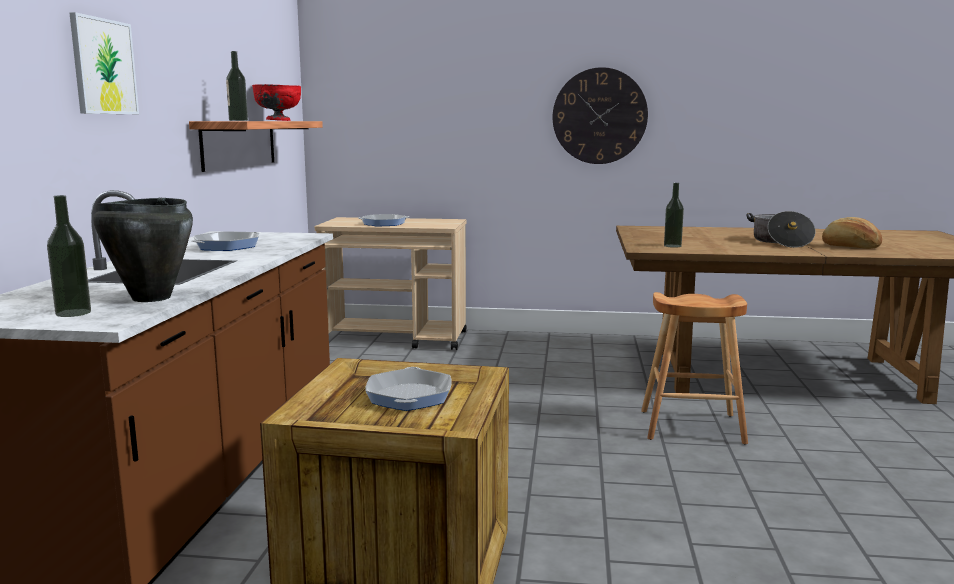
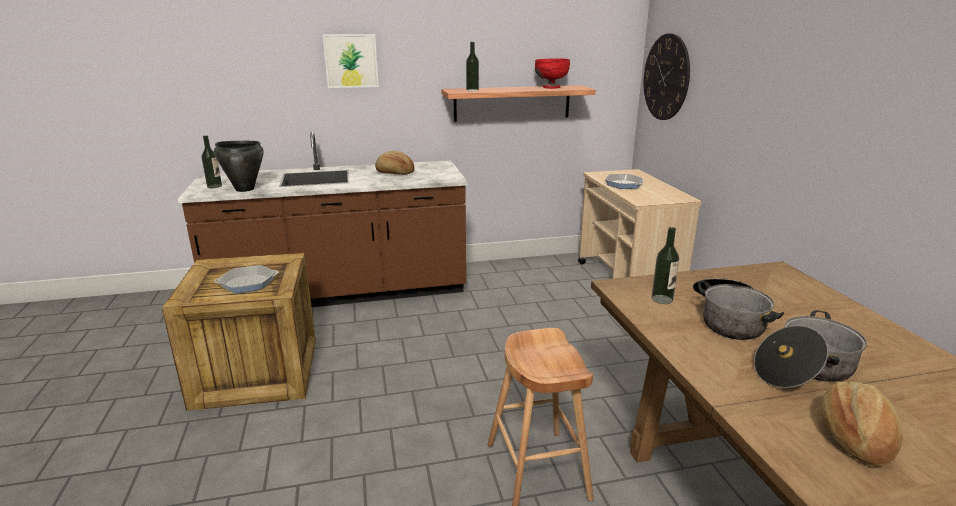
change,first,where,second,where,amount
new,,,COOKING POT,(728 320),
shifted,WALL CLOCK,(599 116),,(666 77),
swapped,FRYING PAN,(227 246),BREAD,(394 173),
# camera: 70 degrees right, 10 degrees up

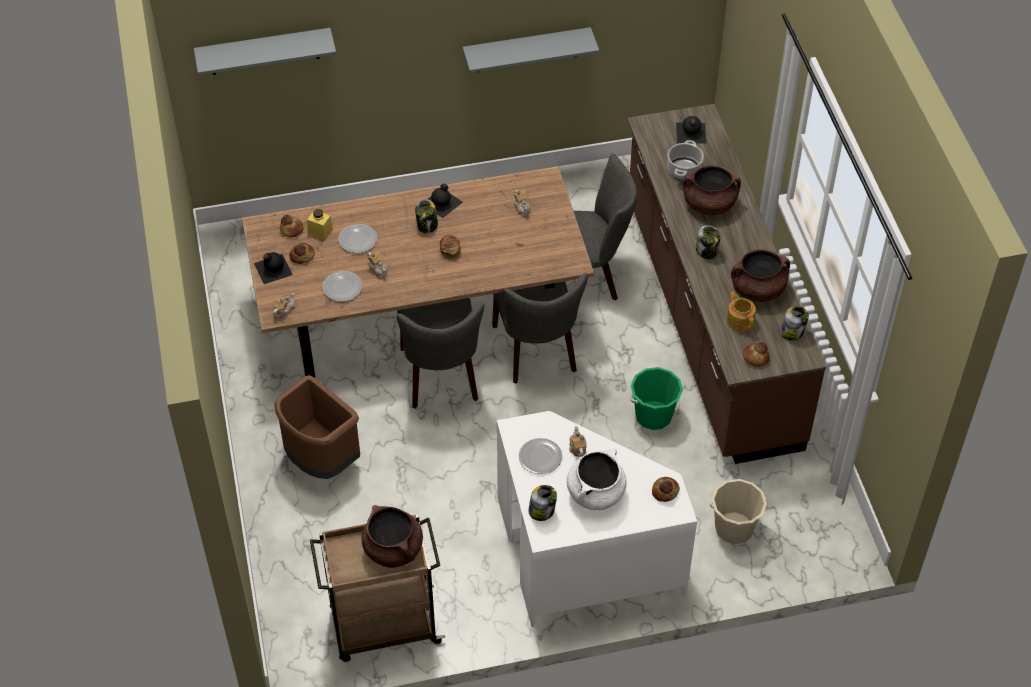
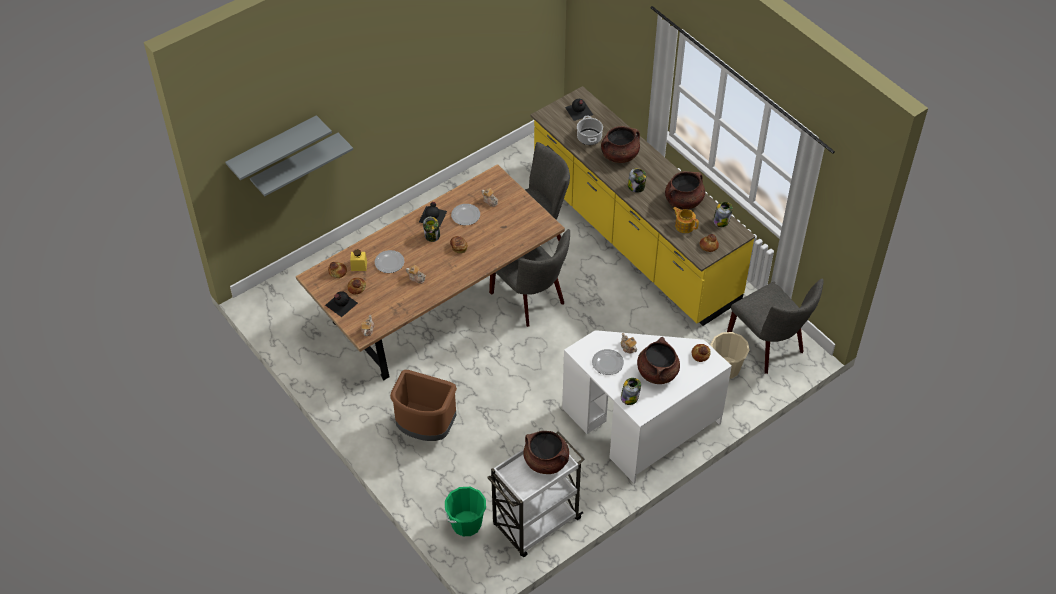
change,first,where,second,where,amount
shifted,PLATE,(342 287),,(465 215),
shifted,GREY CHAIR,(441 378),,(769 346),
shifted,GREY SHELF,(526 50),,(296 164),
shifted,GREEN BUCKET,(653 415),,(466 523),
repainted,BROWN CART,(383 626),WHITE CART,(535 523),
repainted,WHITE COOKING POT,(595 493),BROWN COOKING POT,(657 372),
repainted,BROWN COUNTER,(709 322),YELLOW COUNTER,(633 238),
# camera: 25 degrees left, 0 degrees up

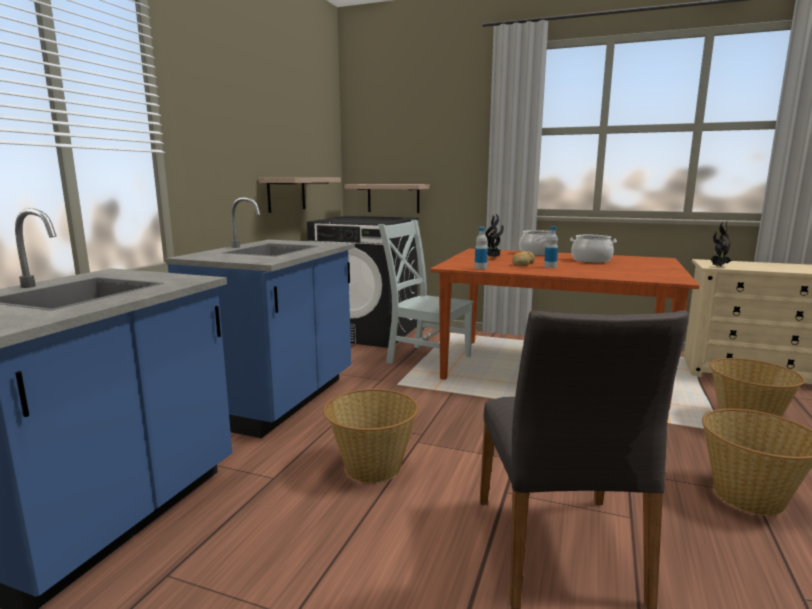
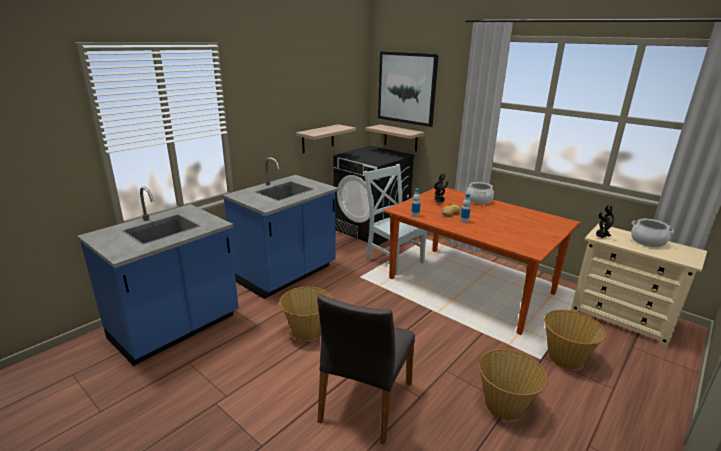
change,first,where,second,where,amount
new,,,PICTURE,(406 88),
shifted,COOKING POT,(591 260),,(647 242),
# camera: 20 degrees right, 10 degrees up

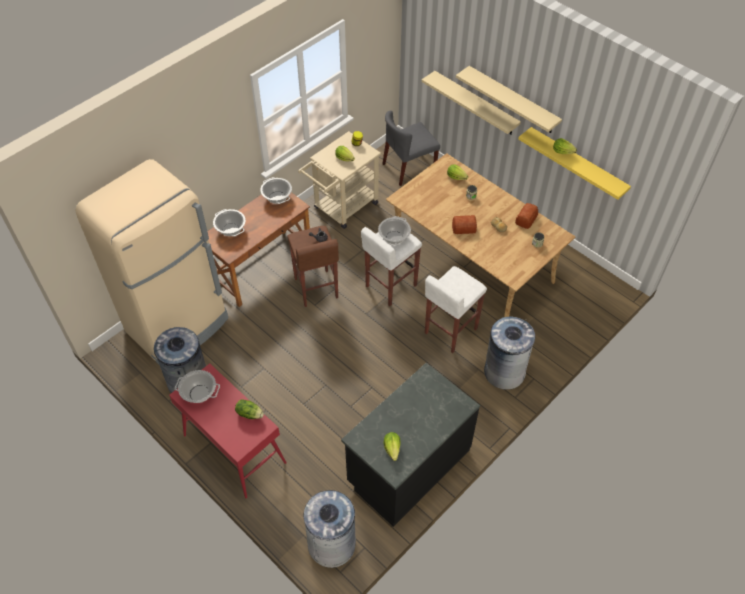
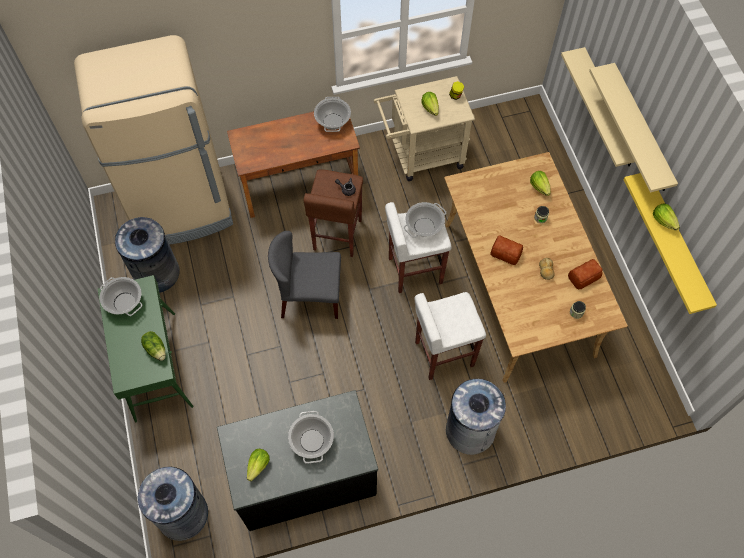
change,first,where,second,where,amount
shifted,COOKING POT,(231 229),,(312 441),
shifted,GREY CHAIR,(408 167),,(310 297),
repainted,RED CONSOLE TABLE,(234 449),GREEN CONSOLE TABLE,(155 365),
# camera: 30 degrees right, 10 degrees up

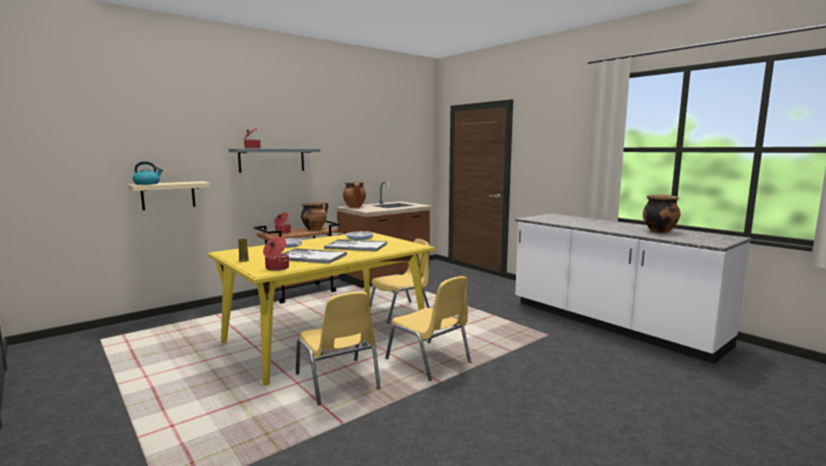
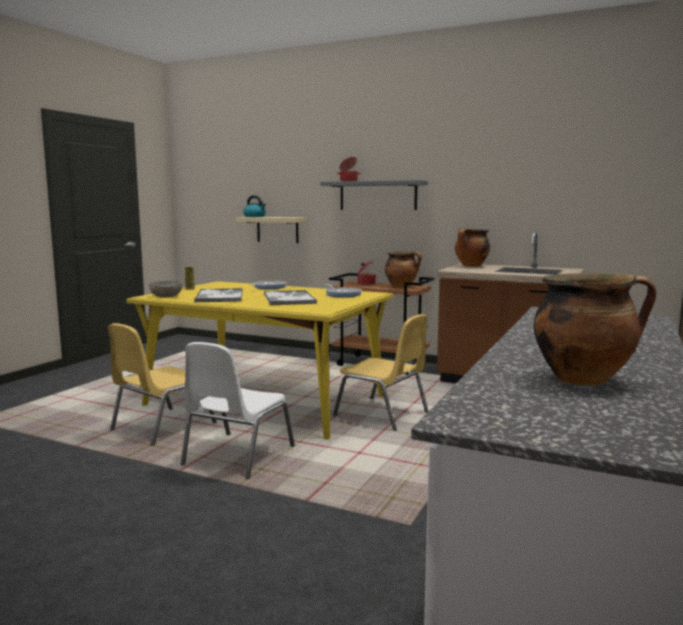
change,first,where,second,where,amount
swapped,COOKING POT,(276 268),GREY BOWL,(166 296),
repainted,YELLOW CHAIR,(429 361),WHITE CHAIR,(236 456),
# camera: 65 degrees right, 0 degrees up

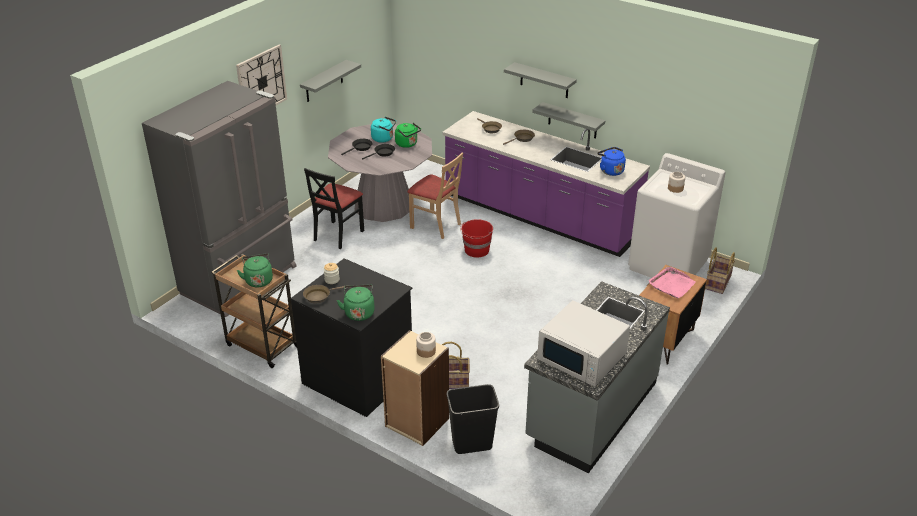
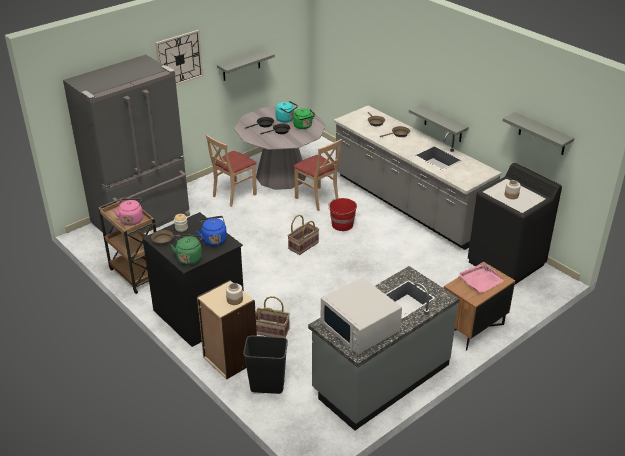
change,first,where,second,where,amount
shifted,GREY SHELF,(544 80),,(542 134),
shifted,BLUE KETTLE,(610 170),,(214 239),
shifted,BASKET,(717 282),,(303 245),
repainted,GREEN KETTLE,(258 280),PINK KETTLE,(131 219),
repainted,BLACK CHAIR,(338 235),BEIGE CHAIR,(234 194),
repainted,PURPLE COUNTER,(539 217),GREY COUNTER,(408 205),
repainted,WHITE WASHING MACHINE,(669 264),BLACK WASHING MACHINE,(506 263),
# camera: 15 degrees right, 0 degrees up

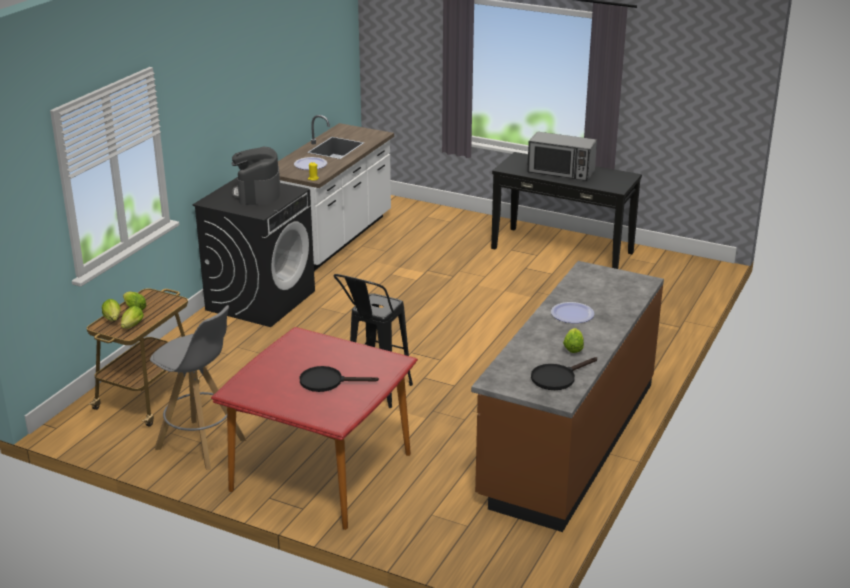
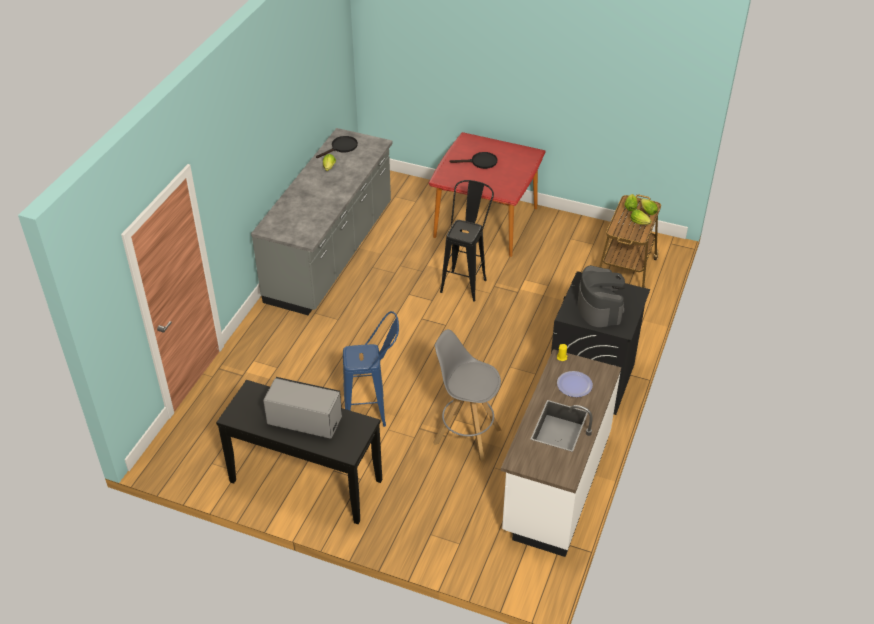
change,first,where,second,where,amount
gone,PLATE,(572 314),,,
new,,,BLUE STOOL,(373 411),
shifted,GREY STOOL,(201 444),,(466 436),
repainted,BROWN COUNTER,(567 440),GREY COUNTER,(331 253),
# camera: 175 degrees right, 15 degrees up

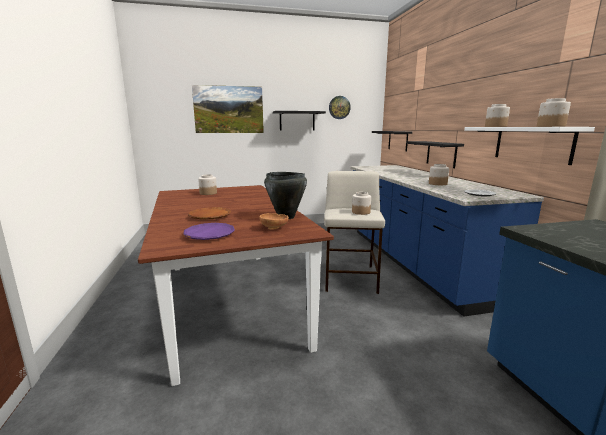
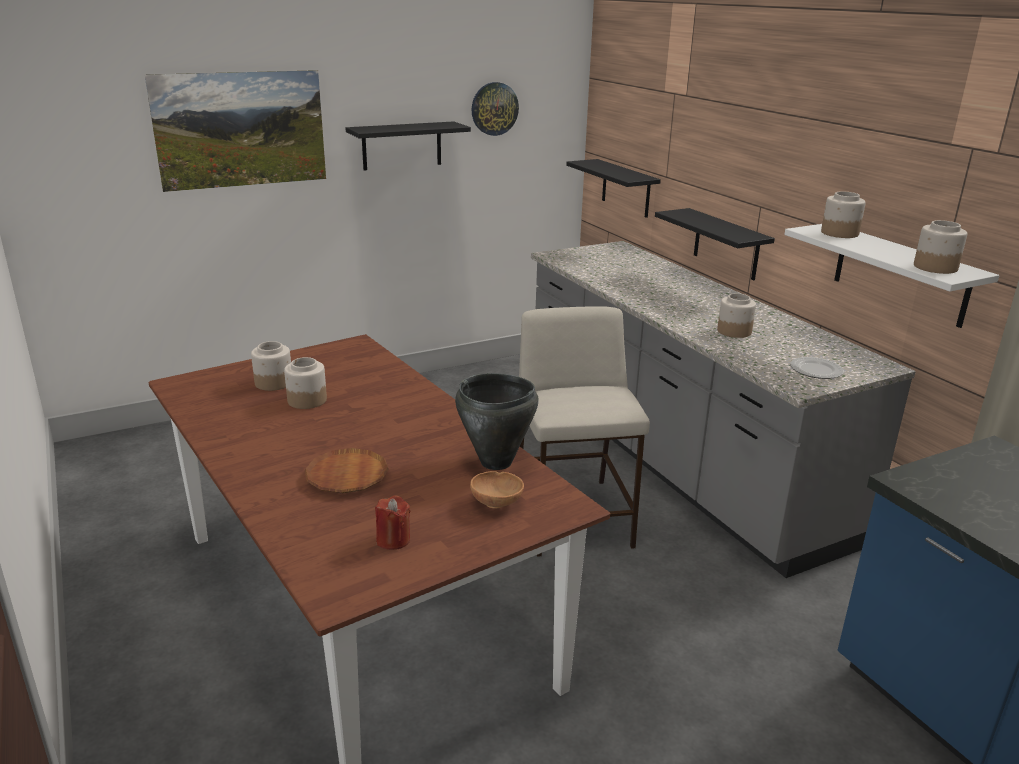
change,first,where,second,where,amount
shifted,JAR,(360 212),,(306 400),
swapped,PURPLE PLATE,(209 235),RED CANDLE,(393 540),
repainted,BLUE COUNTER,(411 260),GREY COUNTER,(672 456),
# camera: 15 degrees left, 10 degrees up

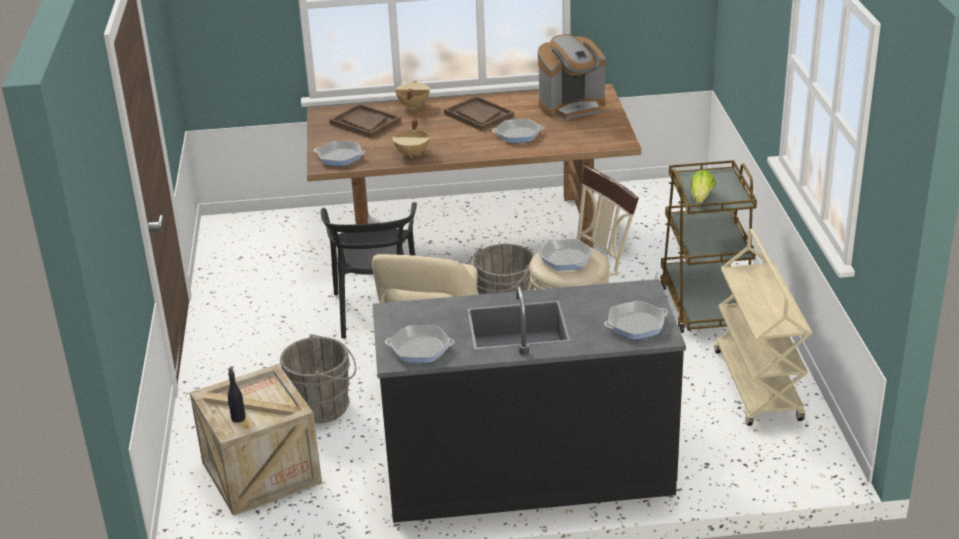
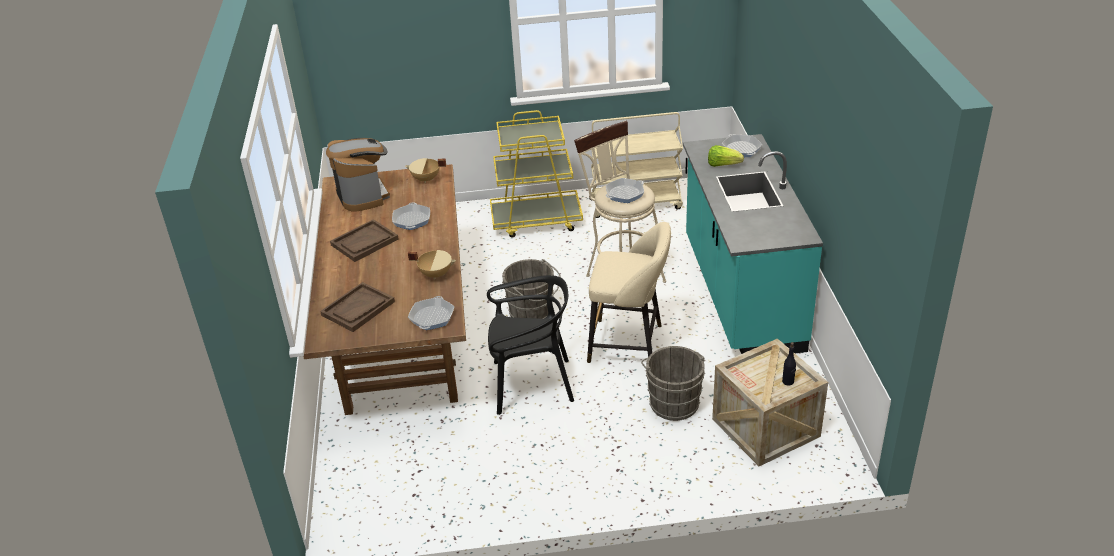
change,first,where,second,where,amount
gone,FRYING PAN,(420 349),,,
shifted,BEIGE COOKING POT,(412 105),,(426 179),
shifted,LETTUCE,(701 198),,(723 165),
repainted,BLACK COUNTER,(527 471),TURQUOISE COUNTER,(740 294),
repainted,BROWN CART,(704 305),YELLOW CART,(537 220),
# camera: 90 degrees left, 5 degrees up

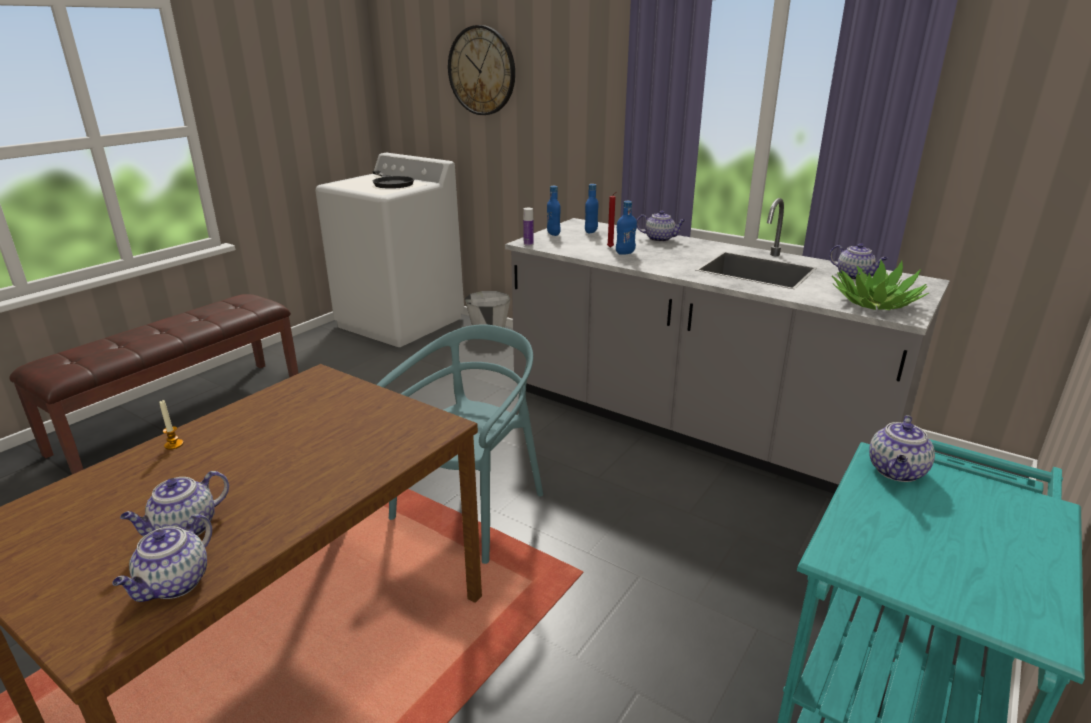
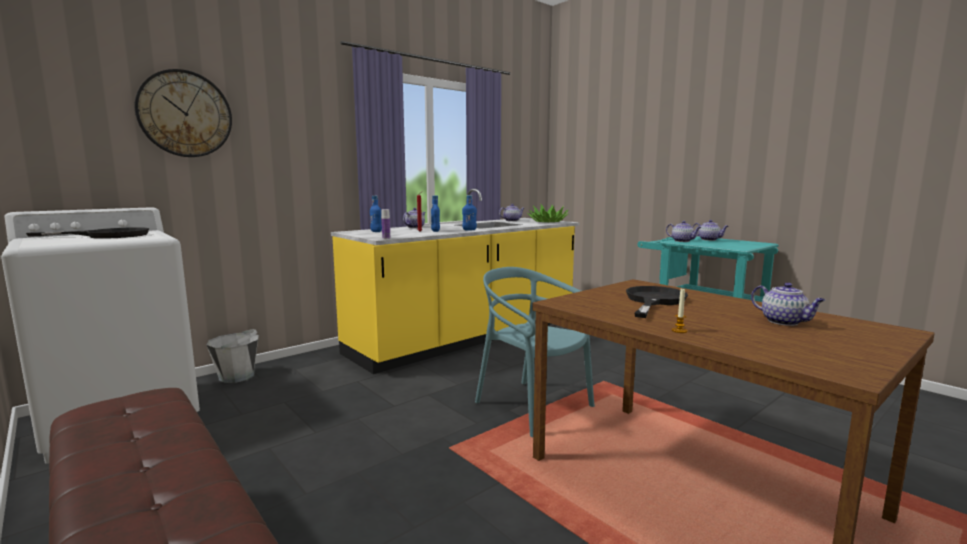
change,first,where,second,where,amount
new,,,BLACK FRYING PAN,(653 301),
shifted,TEAPOT,(174 585),,(709 239),
shifted,BLUE BOTTLE,(553 234),,(469 230),
repainted,GREY COUNTER,(692 425),YELLOW COUNTER,(467 337),
# camera: 75 degrees left, 15 degrees down

